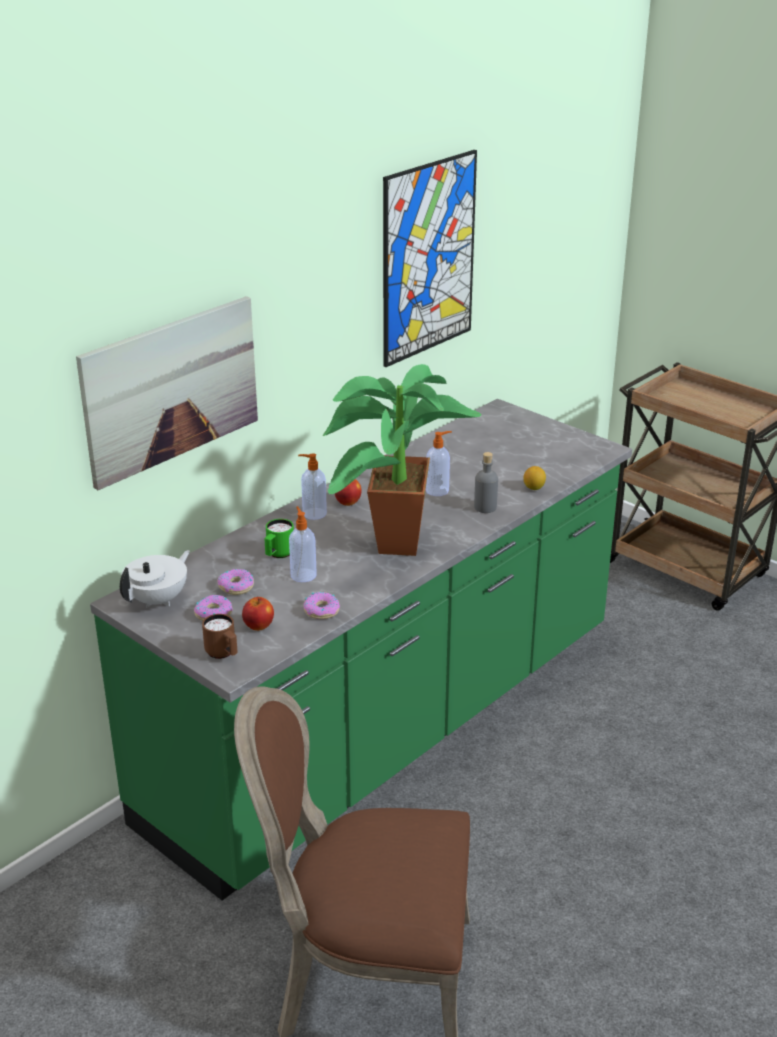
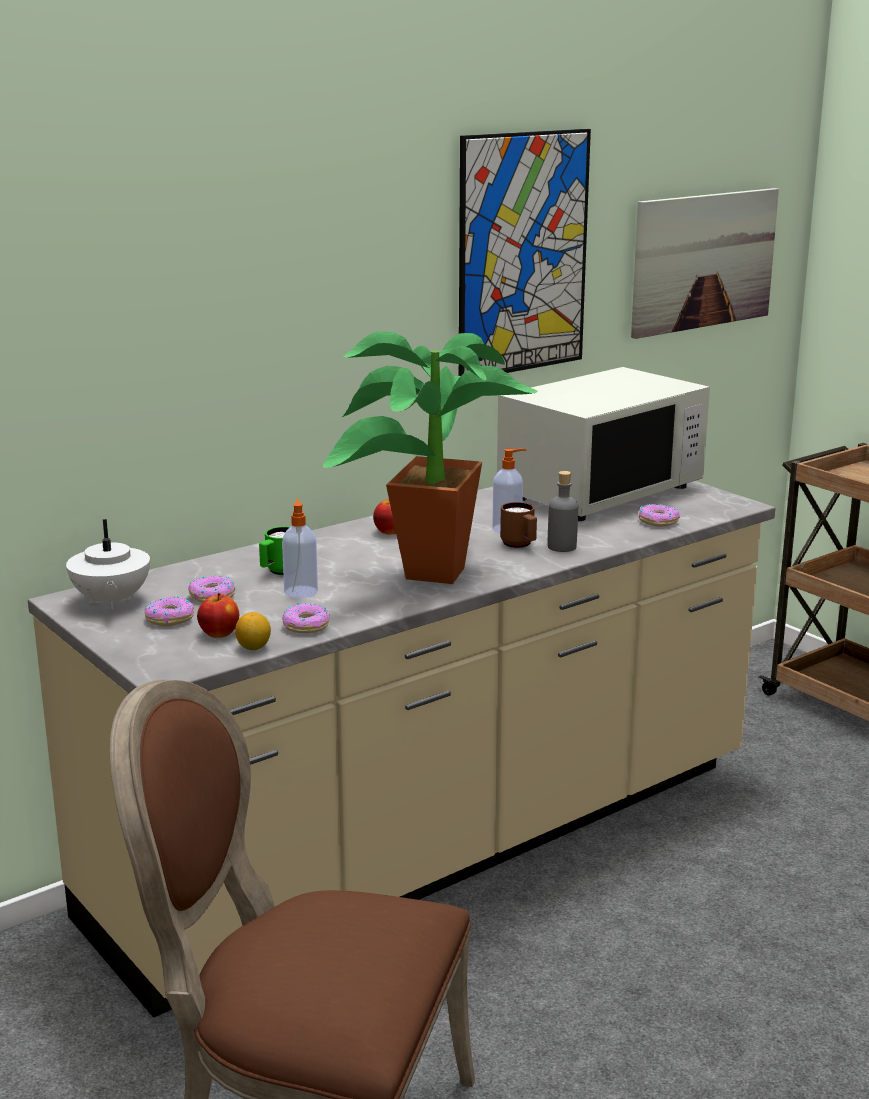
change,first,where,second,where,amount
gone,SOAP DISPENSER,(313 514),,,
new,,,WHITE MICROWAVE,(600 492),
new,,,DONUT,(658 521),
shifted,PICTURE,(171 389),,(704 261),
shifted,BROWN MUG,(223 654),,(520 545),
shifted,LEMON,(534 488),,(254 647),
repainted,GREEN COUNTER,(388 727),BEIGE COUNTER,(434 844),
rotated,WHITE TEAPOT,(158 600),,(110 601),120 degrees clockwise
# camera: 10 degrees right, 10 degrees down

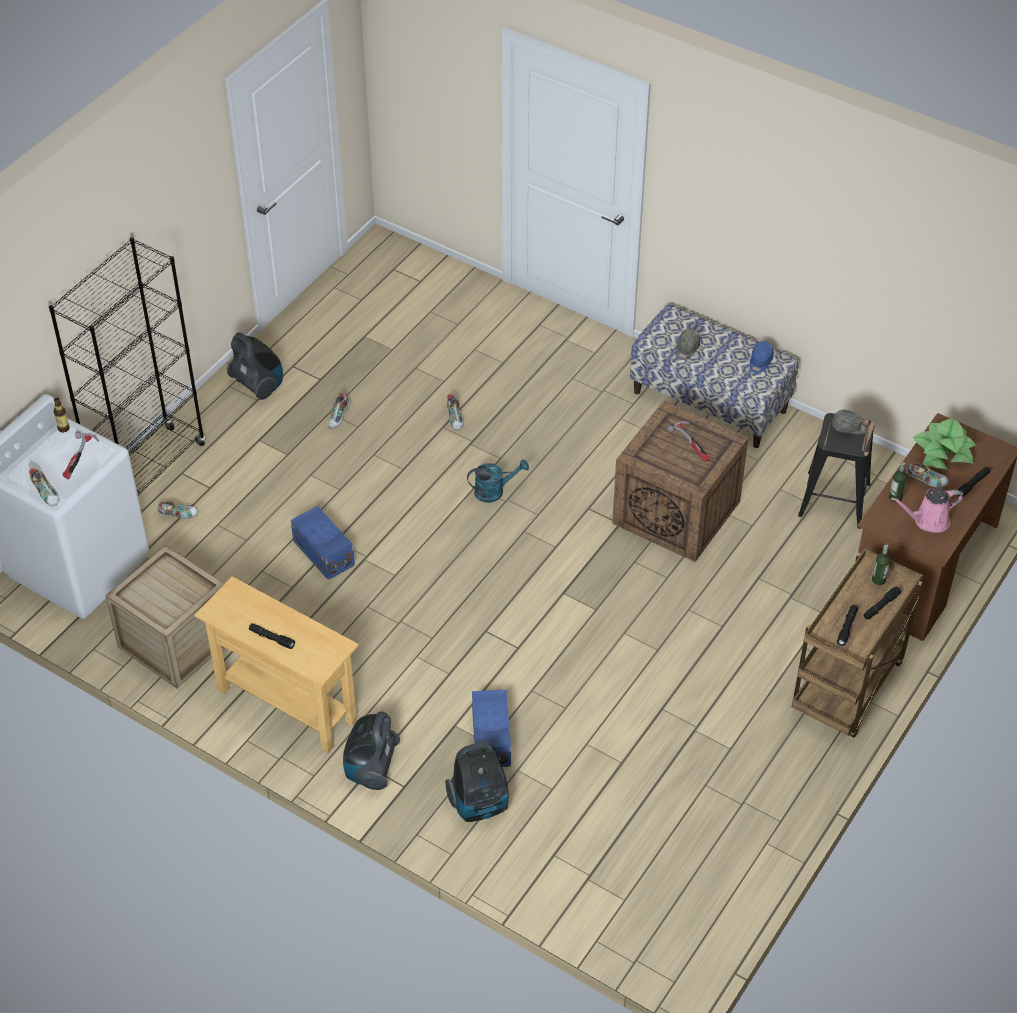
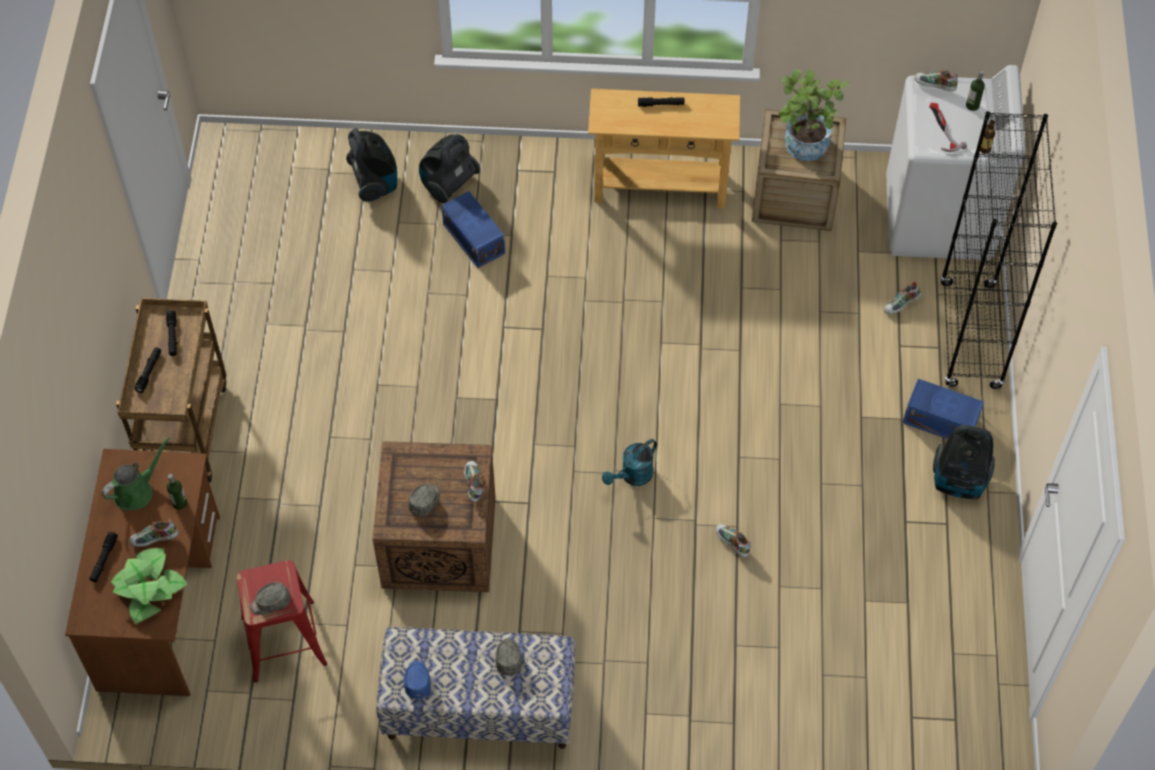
change,first,where,second,where,amount
new,,,POTTED PLANT,(803 149),
shifted,BLUE STORAGE BOX,(323 554),,(939 420),
shifted,SHOE,(339 418),,(473 485),
shifted,VACUUM CLEANER,(371 769),,(375 182),
shifted,BOTTLE,(878 580),,(972 105),
swapped,HAMMER,(692 443),GREY CAP,(425 501),
repainted,BLACK STOOL,(833 499),RED STOOL,(285 640),
repainted,PINK WATERING CAN,(928 521),GREEN WATERING CAN,(136 491),
# camera: 150 degrees right, 10 degrees up

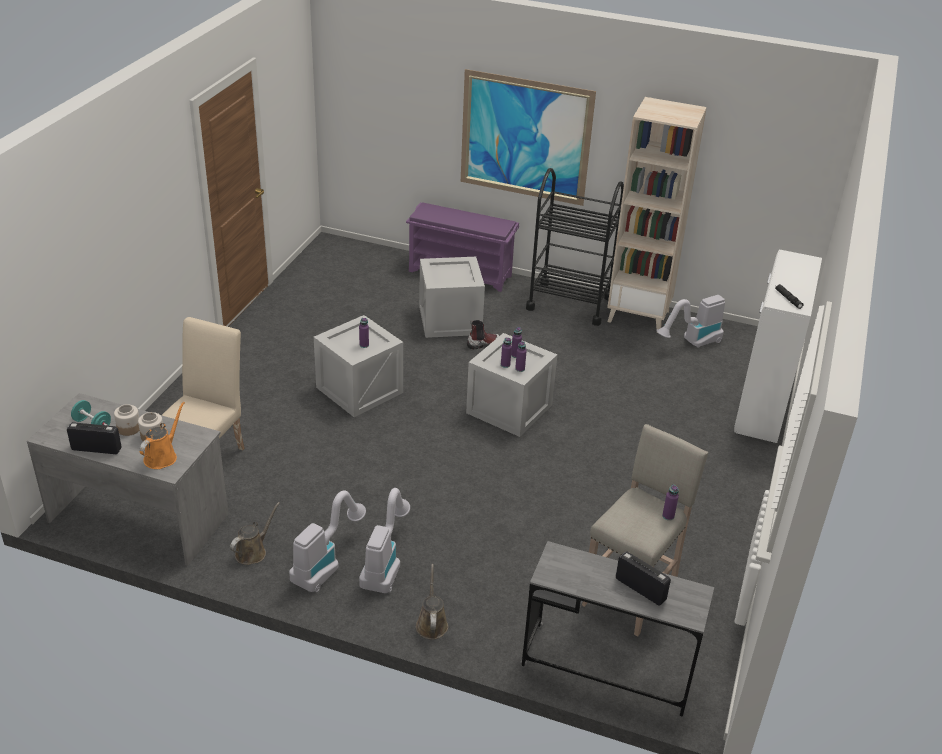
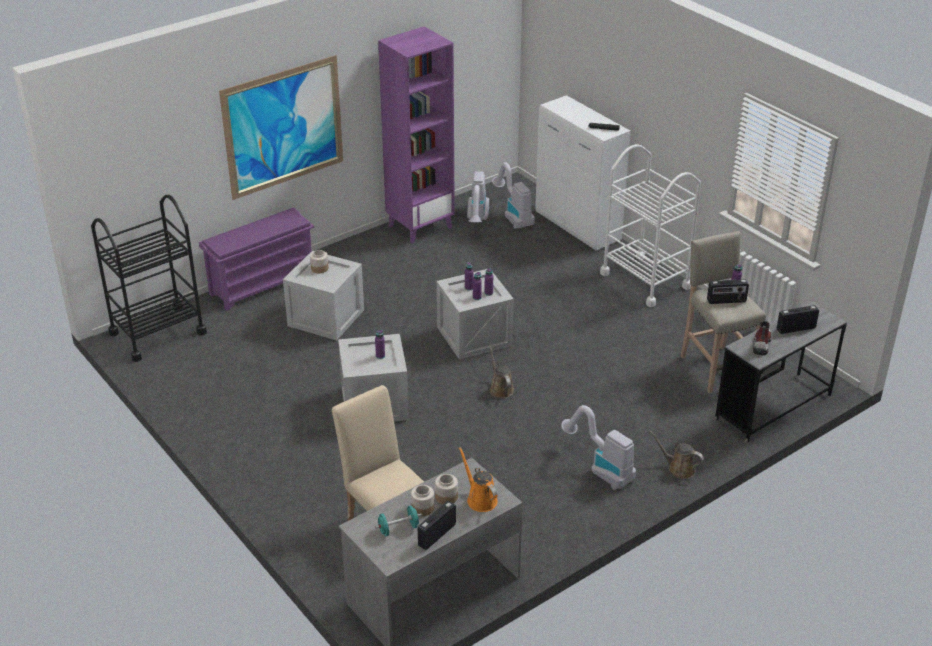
change,first,where,second,where,amount
new,,,JAR,(319 268),
new,,,WHITE CART,(645 280),
new,,,RADIO,(726 301),
shifted,BROWN WATERING CAN,(253 552),,(500 389),
shifted,VACUUM CLEANER,(325 563),,(513 215),
shifted,BOOT,(483 344),,(761 344),
shifted,BLACK CART,(569 303),,(157 333),
repainted,BEIGE BOOKCASE,(639 316),PURPLE BOOKCASE,(420 226),
# camera: 55 degrees left, 0 degrees up

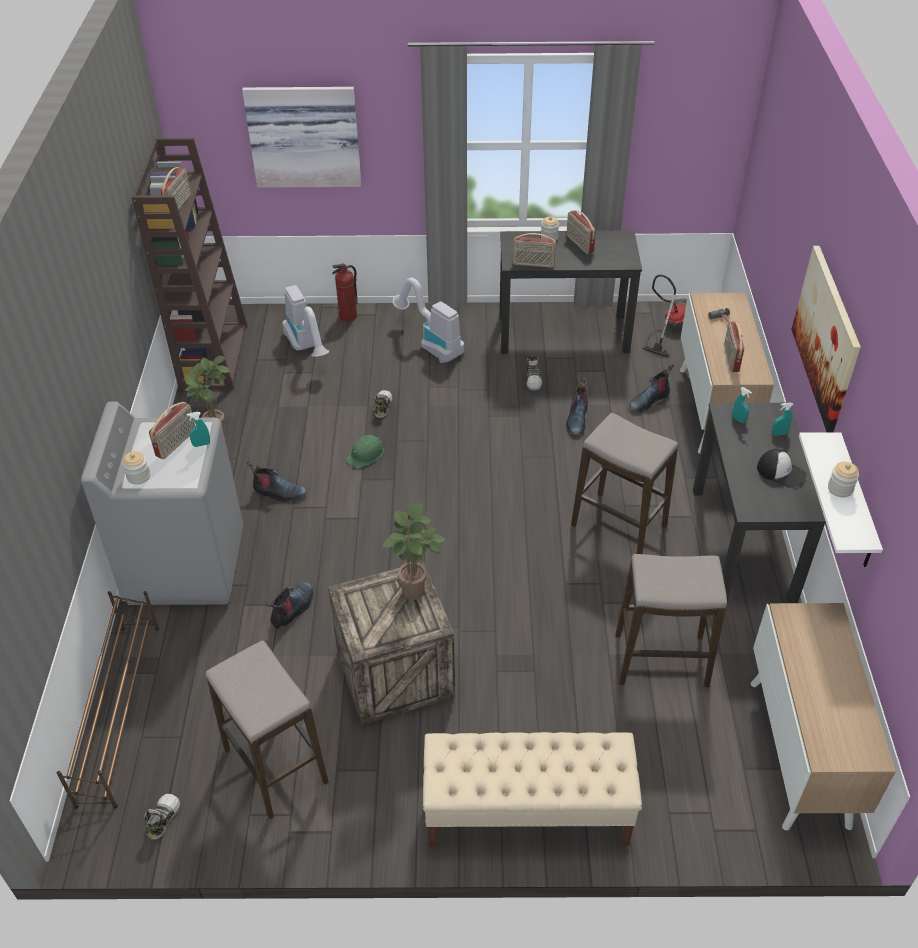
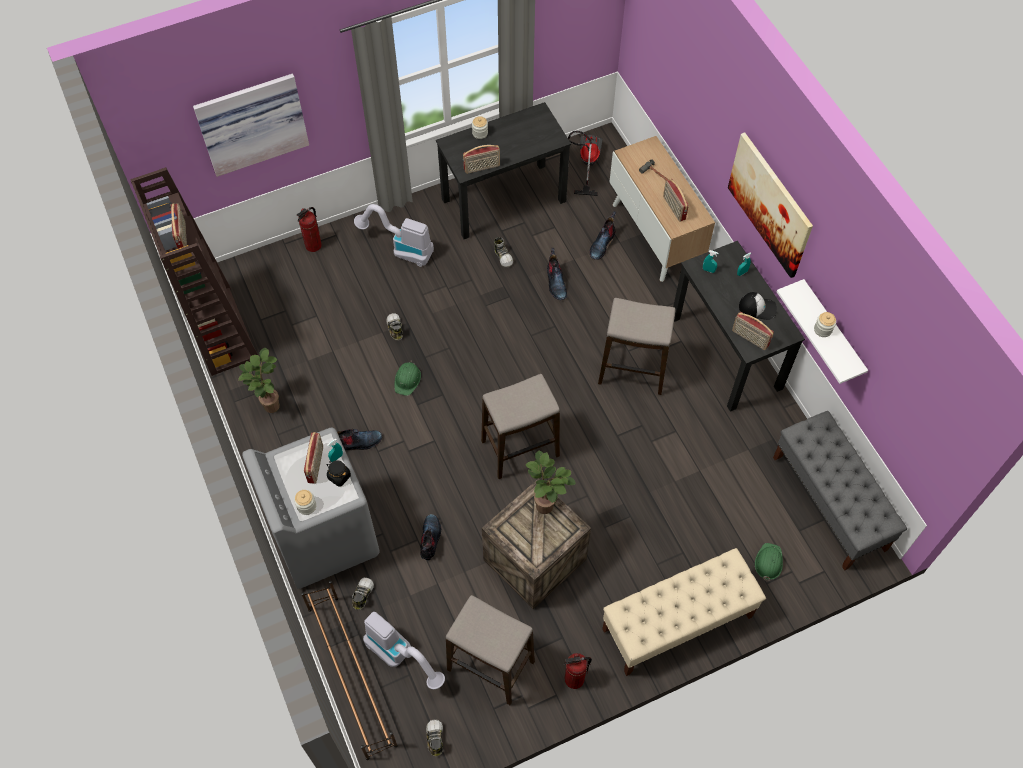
change,first,where,second,where,amount
new,,,BLACK JAR,(339 476),
new,,,SHOE,(362 594),
new,,,FIRE EXTINGUISHER,(574 679),
new,,,GREEN HARD HAT,(768 562),
shifted,VACUUM CLEANER,(307 348),,(401 656),
shifted,RADIO,(579 244),,(749 338),
shifted,STOOL,(661 661),,(520 449),
swapped,CABINET,(800 752),GREY BENCH,(829 503),
# camera: 25 degrees left, 15 degrees up

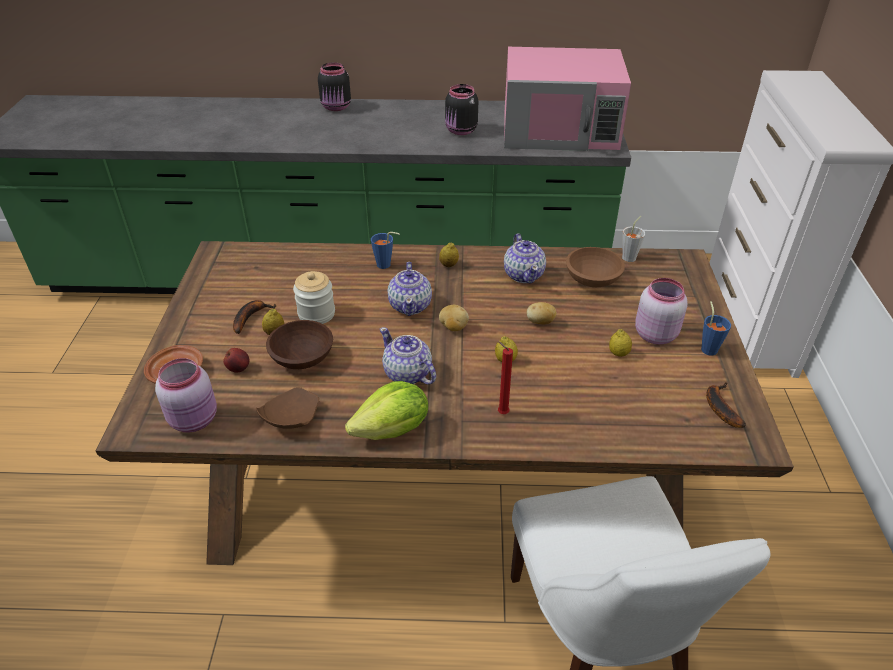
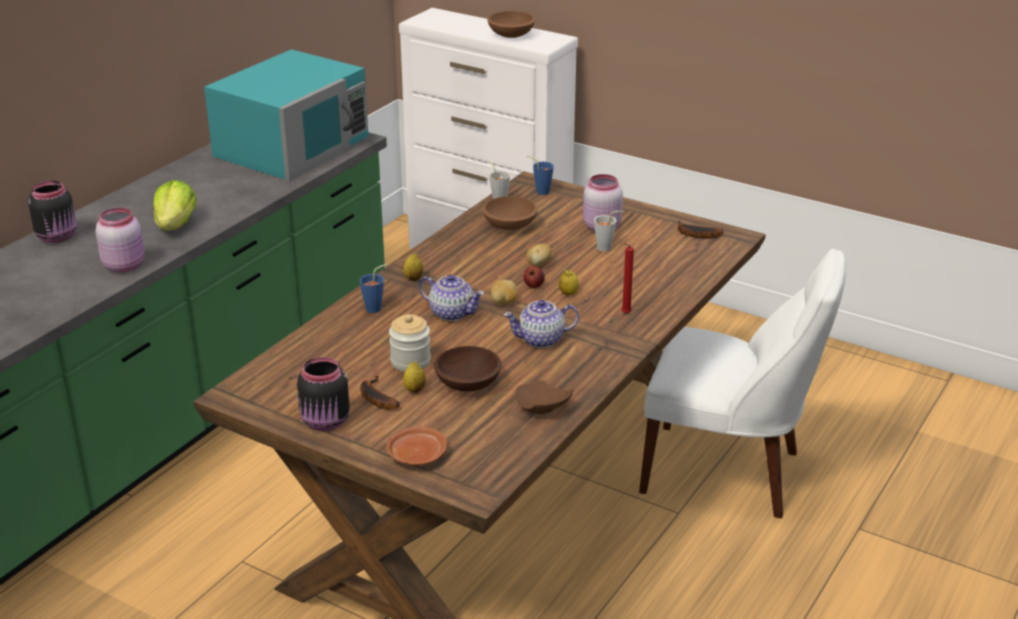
change,first,where,second,where,amount
gone,TEAPOT,(524 274),,,
new,,,BROWN BOWL,(511 35),
shifted,PINK JAR,(195 419),,(125 265),
shifted,APPLE,(239 368),,(533 286),
shifted,LETTUCE,(393 430),,(176 225),
shifted,BLACK JAR,(461 131),,(326 422),
shifted,BLUE CUP,(708 347),,(540 191),
swapped,LEMON,(618 353),GREY CUP,(607 248),
repainted,PINK MICROWAVE,(560 129),TURQUOISE MICROWAVE,(293 146),
# camera: 60 degrees left, 10 degrees down

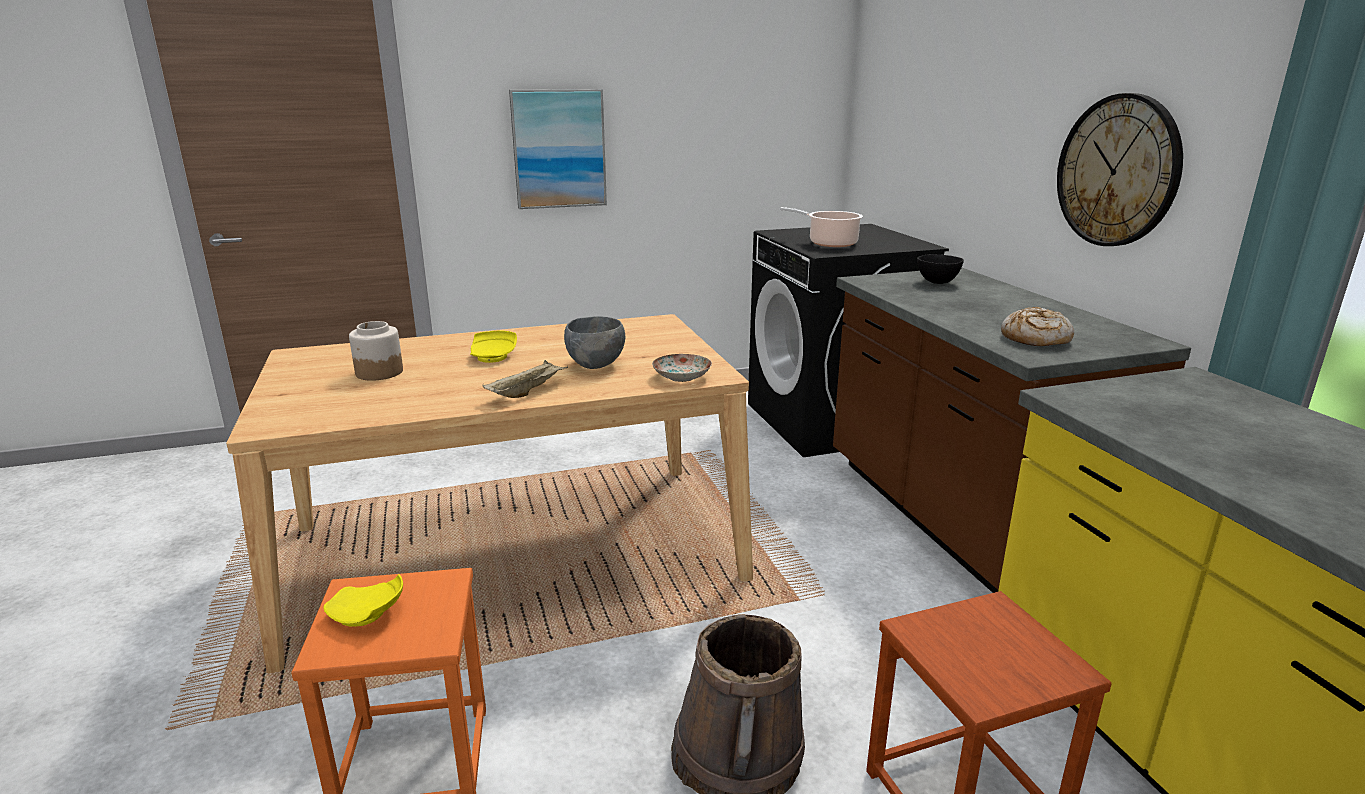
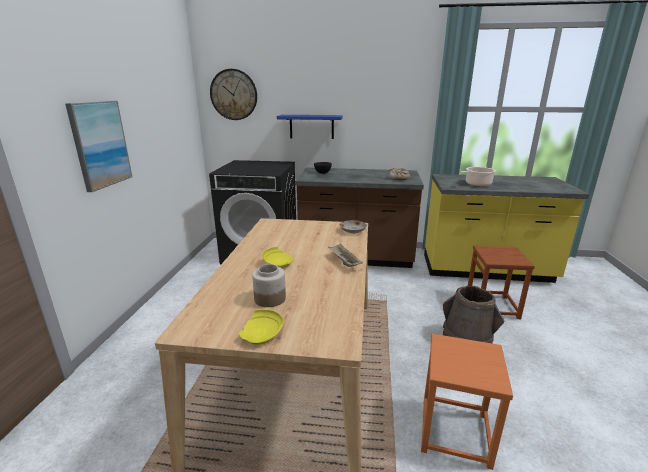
change,first,where,second,where,amount
gone,GREY BOWL,(596 365),,,
new,,,BLUE SHELF,(311 126),
shifted,YELLOW PLATE,(367 615),,(262 335),
shifted,COOKING POT,(829 243),,(477 184),
shifted,WALL CLOCK,(1117 171),,(234 94),
# camera: 65 degrees left, 0 degrees up

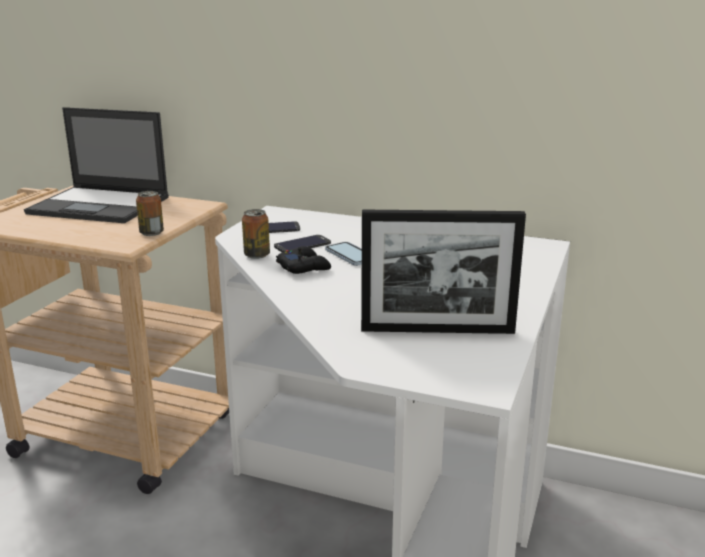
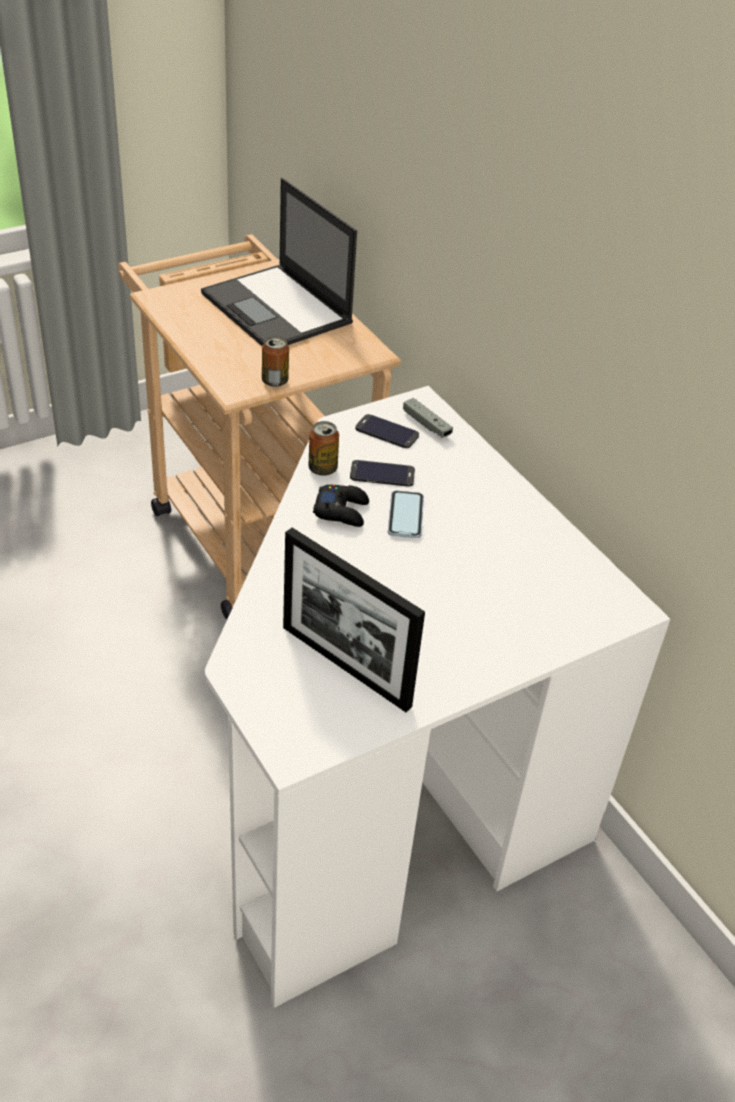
change,first,where,second,where,amount
new,,,GREY GAME CONTROLLER,(426 424),
# camera: 35 degrees right, 20 degrees up

